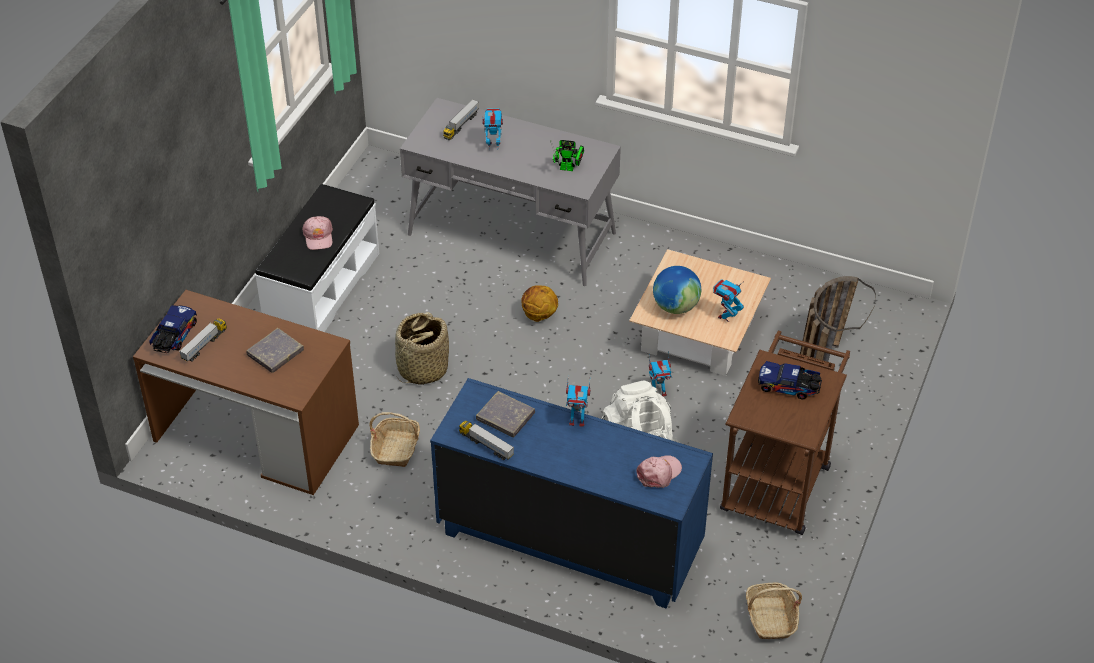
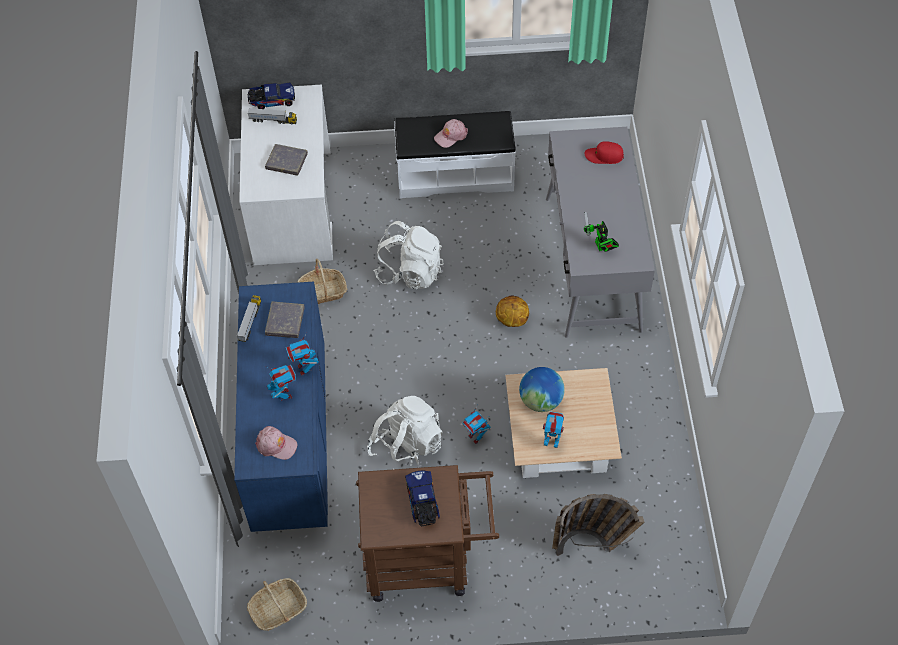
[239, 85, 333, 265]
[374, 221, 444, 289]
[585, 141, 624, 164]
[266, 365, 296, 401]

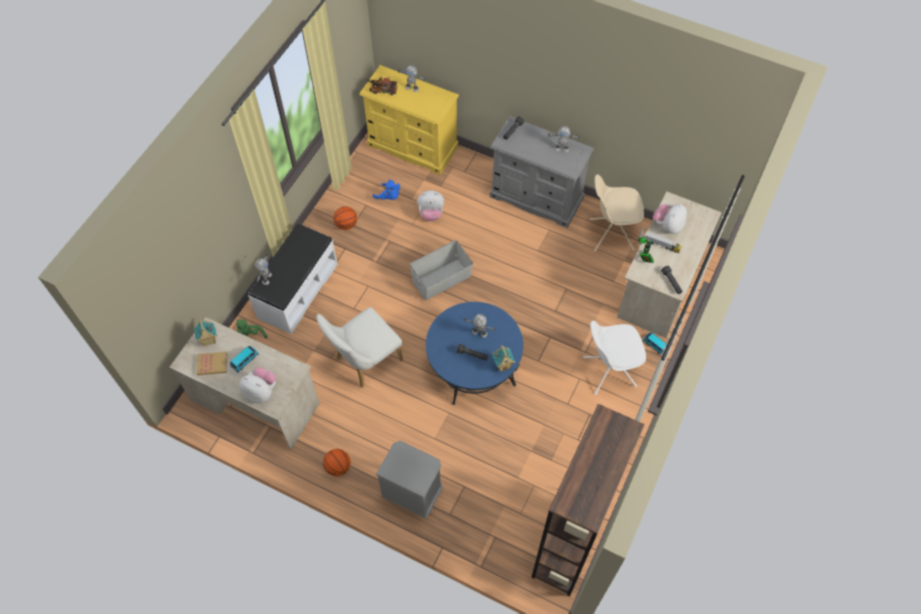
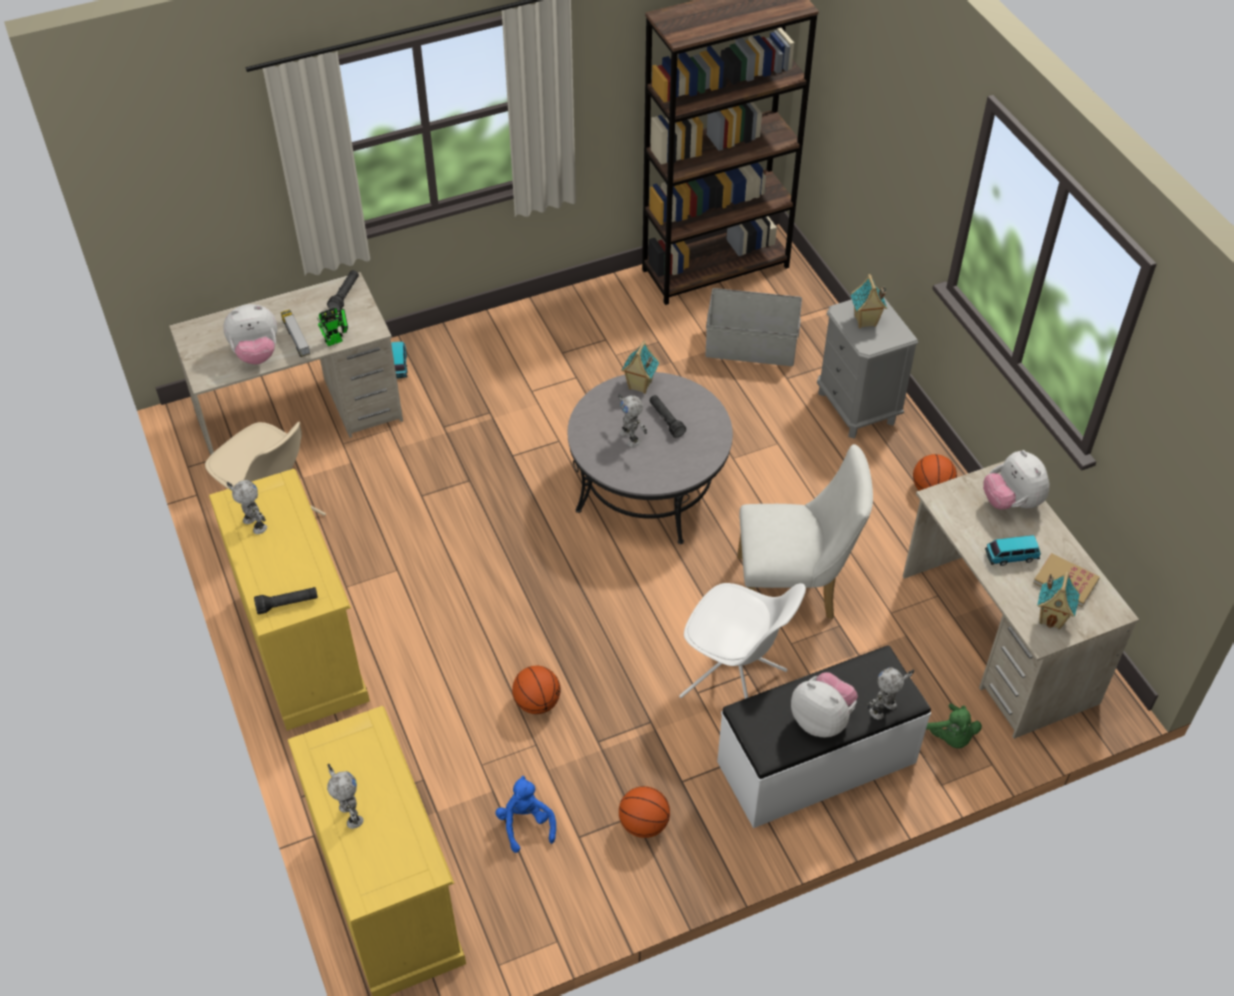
[366, 76, 397, 96] (first image)
[705, 288, 802, 366]
[791, 672, 858, 738]
[567, 372, 733, 544]
[209, 469, 370, 731]
[679, 583, 806, 699]
[512, 666, 561, 714]
[851, 274, 887, 328]

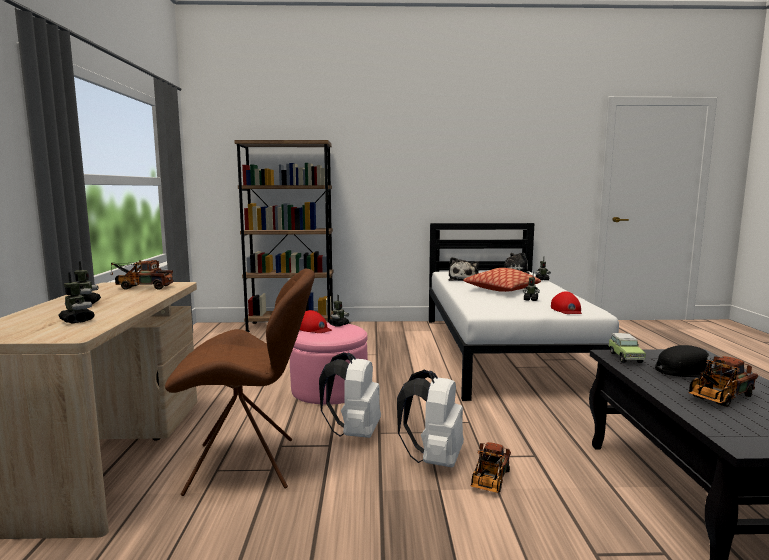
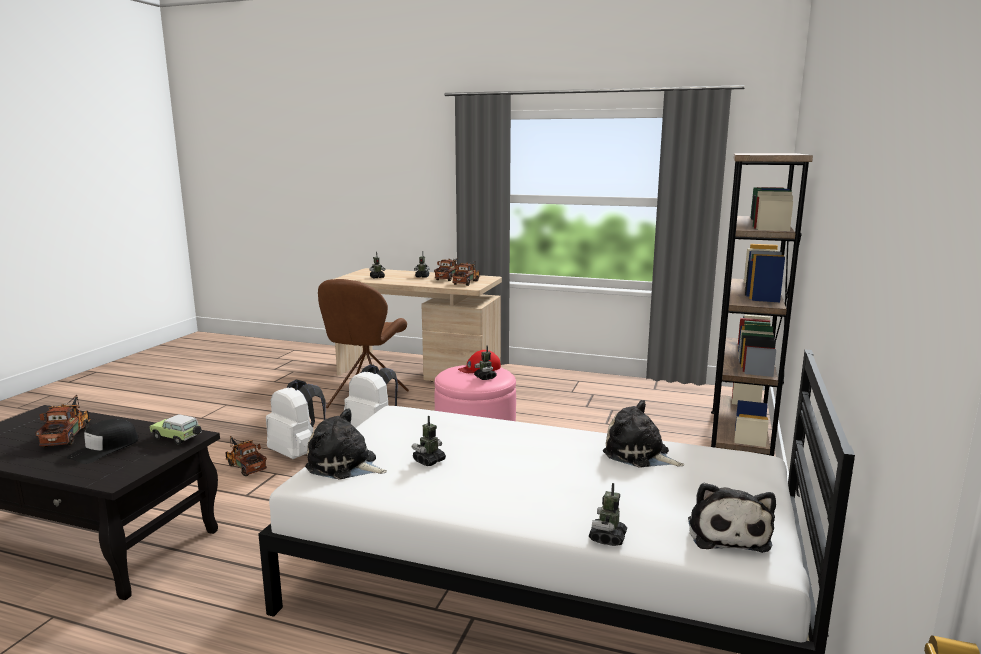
[463, 268, 541, 292] (first image)
[305, 408, 387, 480]
[434, 257, 458, 281]

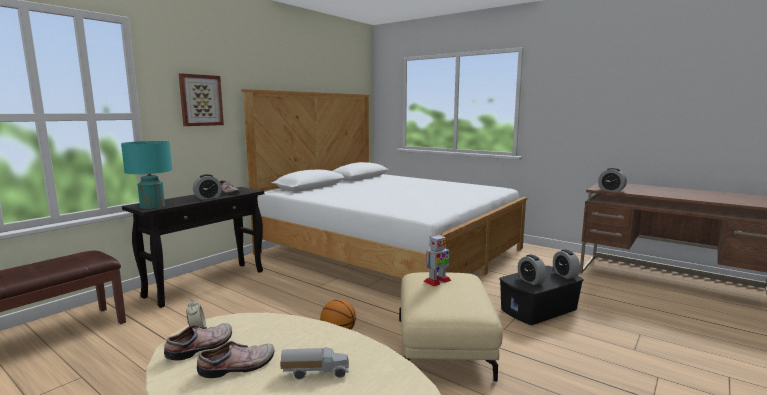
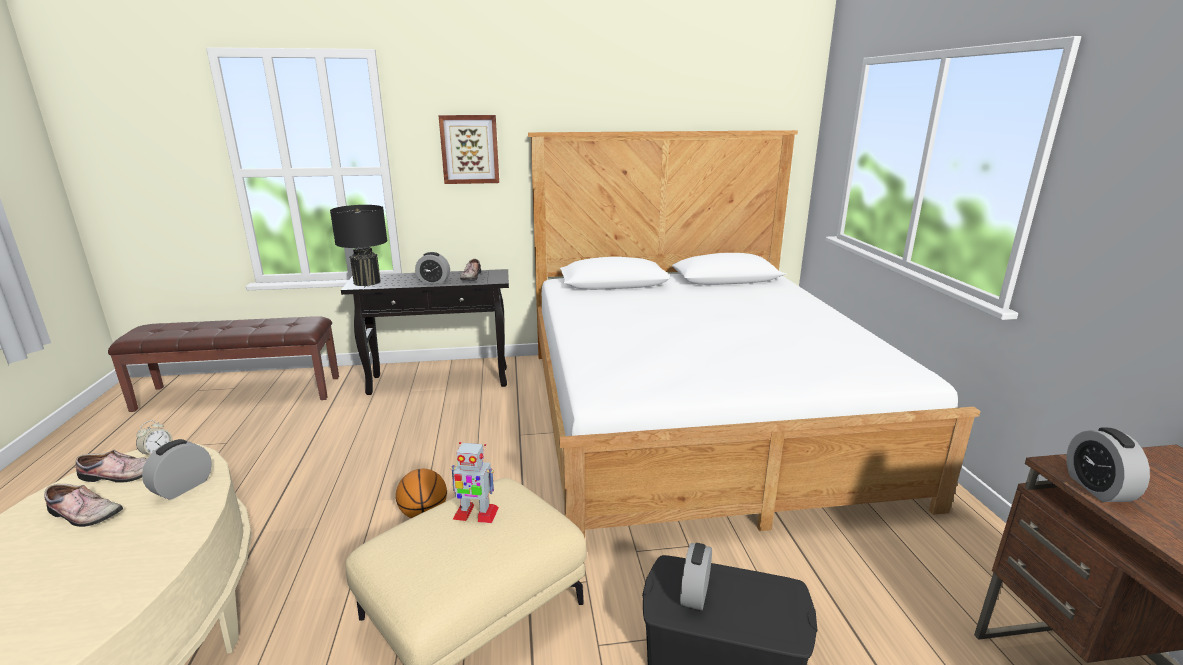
[330, 205, 387, 286]
[280, 347, 349, 379] (first image)
[142, 439, 212, 500]

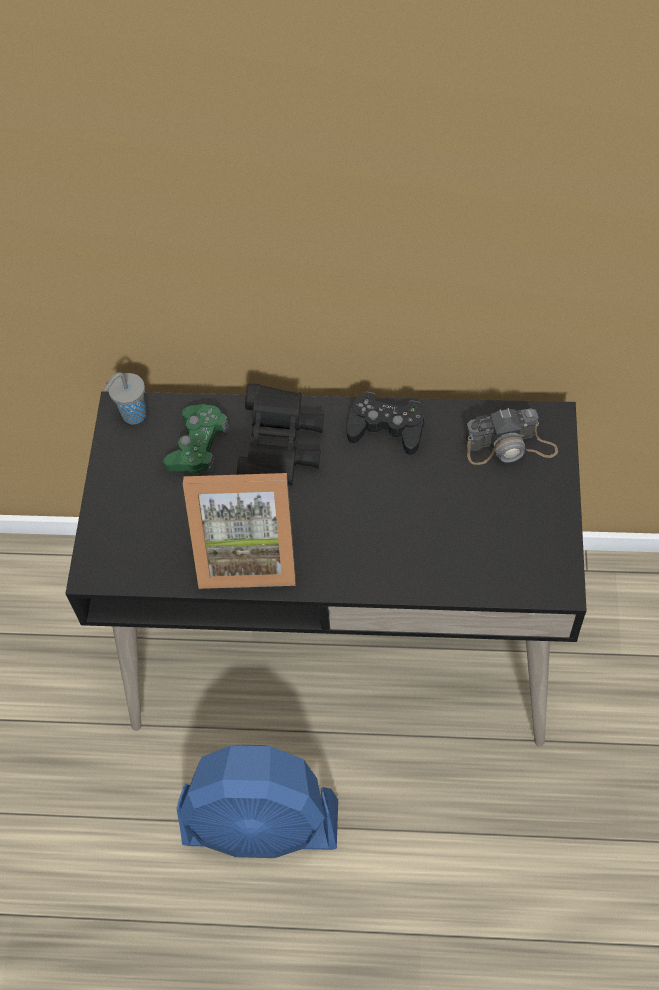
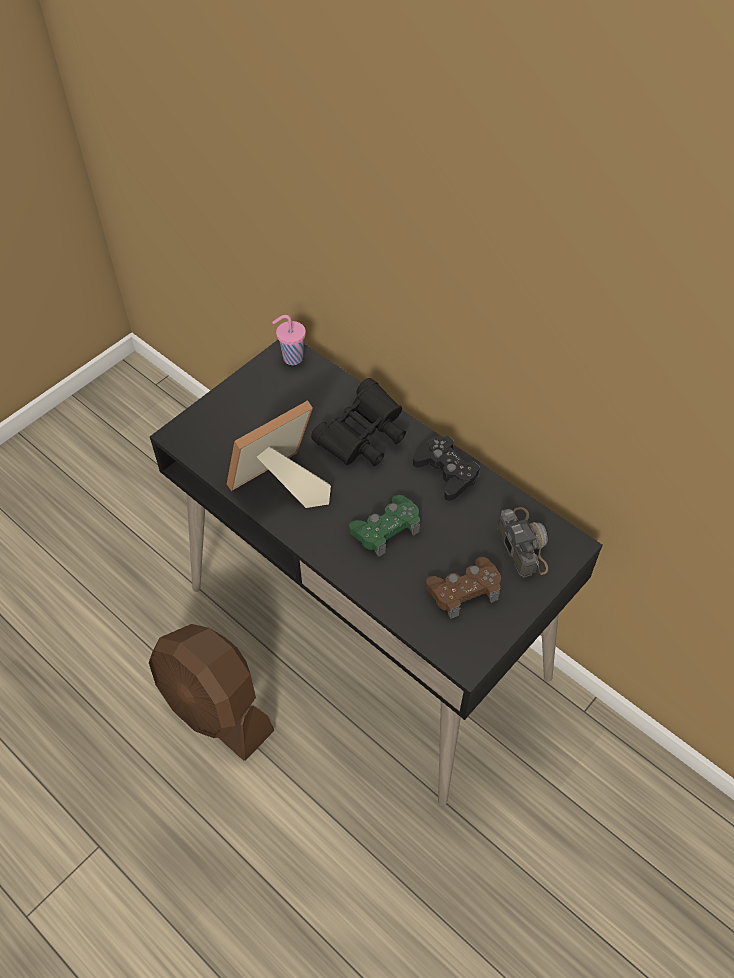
[272, 315, 306, 365]
[349, 495, 420, 557]
[149, 624, 274, 761]
[227, 400, 331, 508]
[497, 507, 548, 578]
[426, 557, 501, 619]

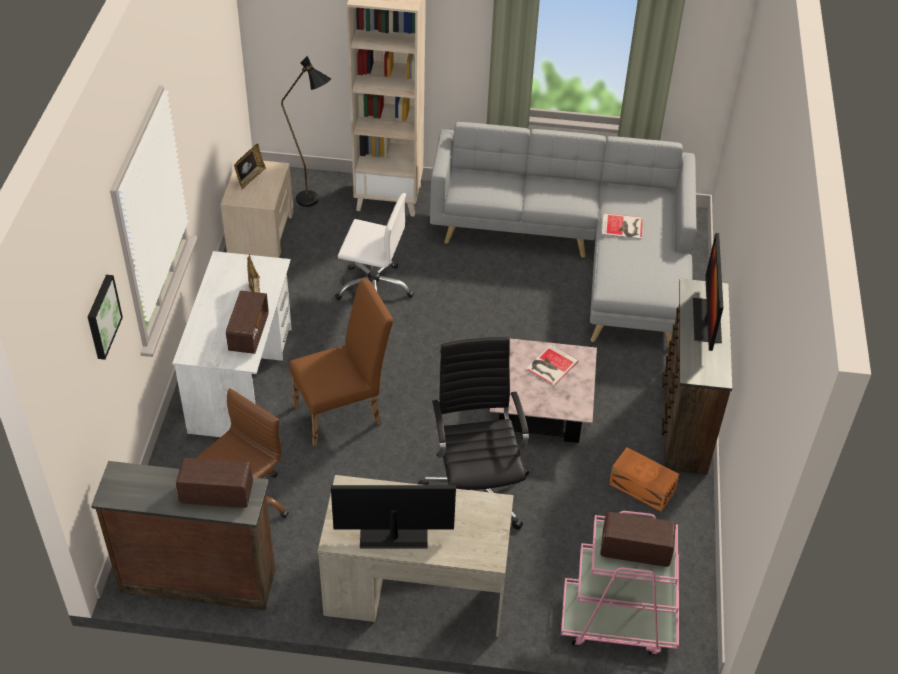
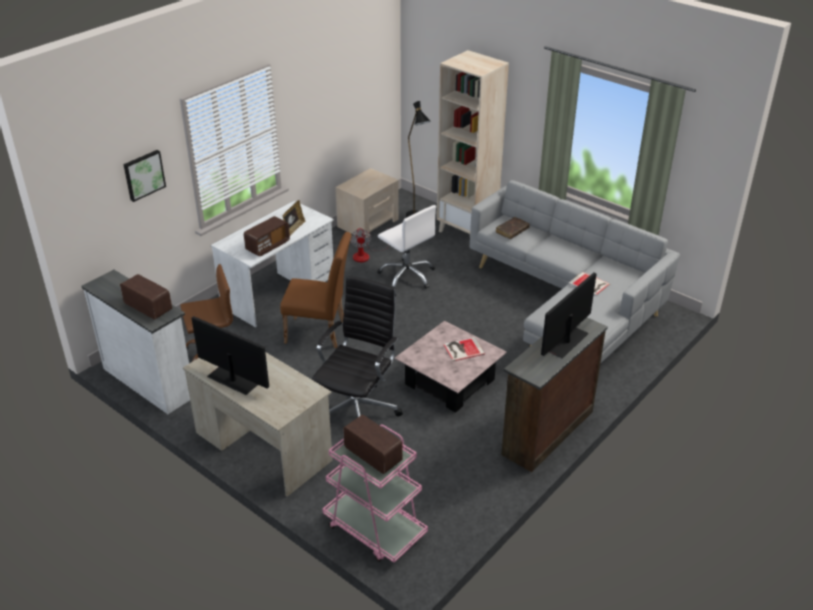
[81, 270, 190, 414]
[234, 143, 266, 190] (first image)
[609, 447, 679, 512] (first image)
[350, 228, 391, 262]
[496, 217, 530, 239]

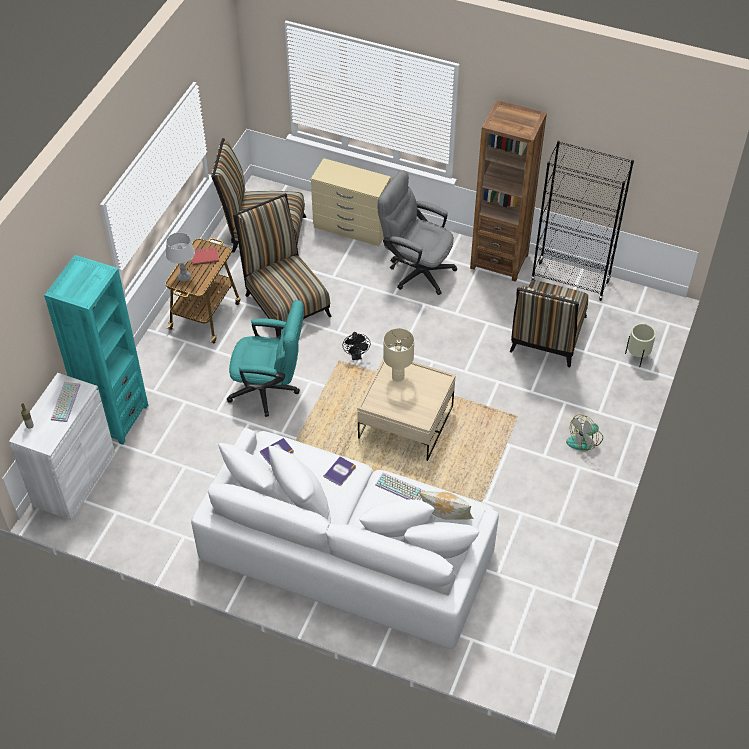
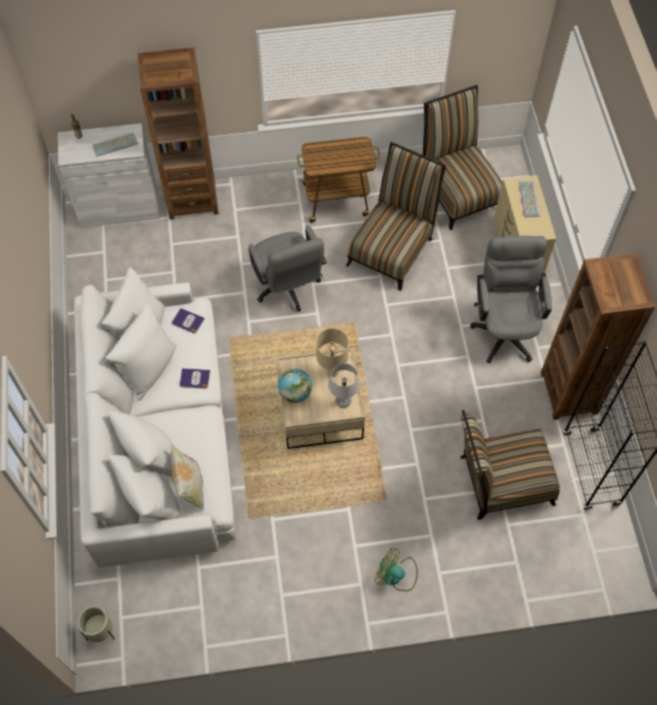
[138, 48, 219, 220]
[328, 363, 360, 408]
[192, 247, 219, 265] (first image)
[249, 225, 327, 312]
[343, 332, 371, 360] (first image)
[519, 181, 540, 217]
[78, 606, 115, 642]
[278, 369, 312, 403]

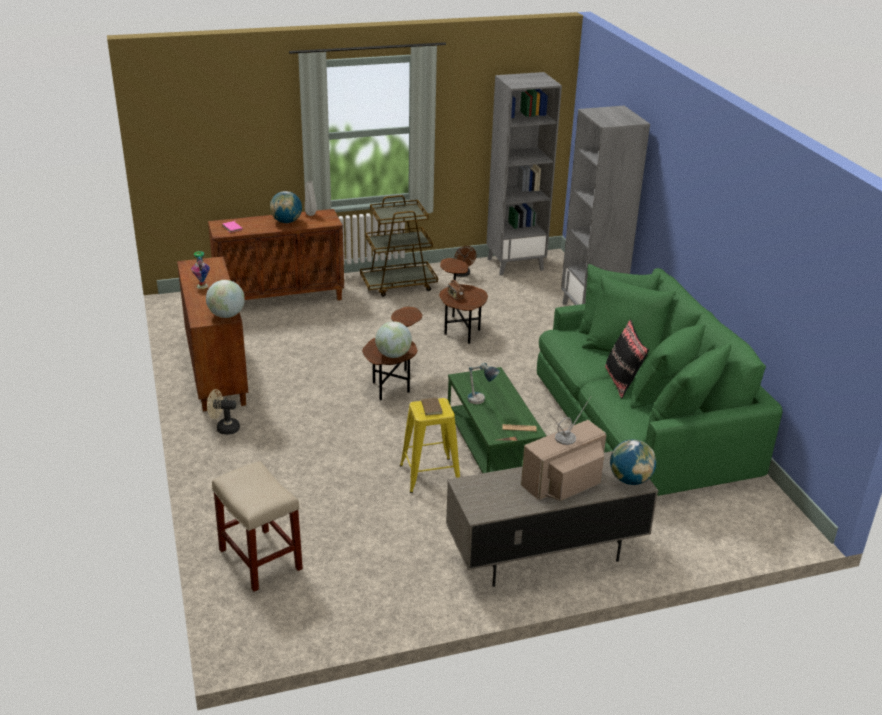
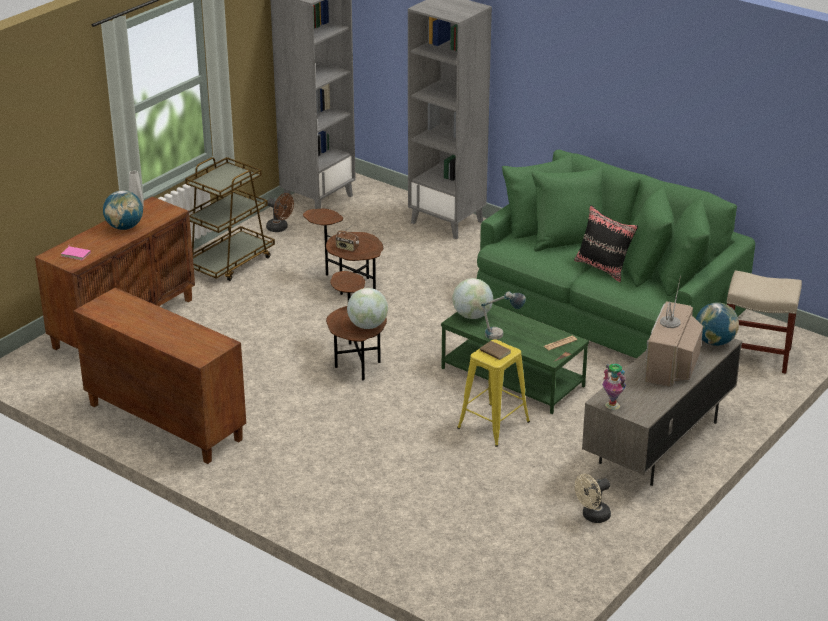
[602, 364, 626, 410]
[452, 278, 493, 319]
[575, 474, 611, 523]
[727, 270, 802, 374]

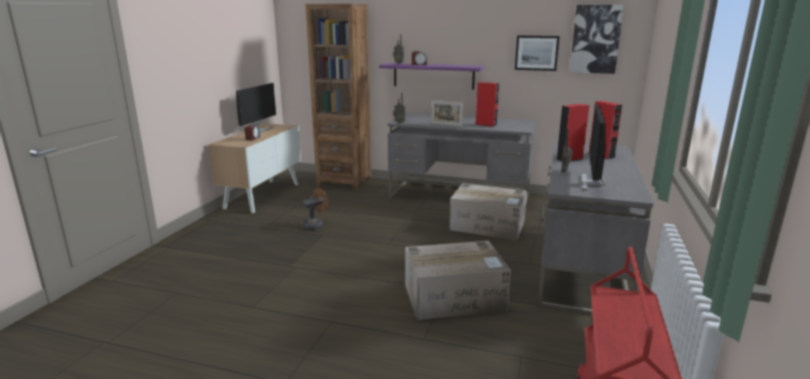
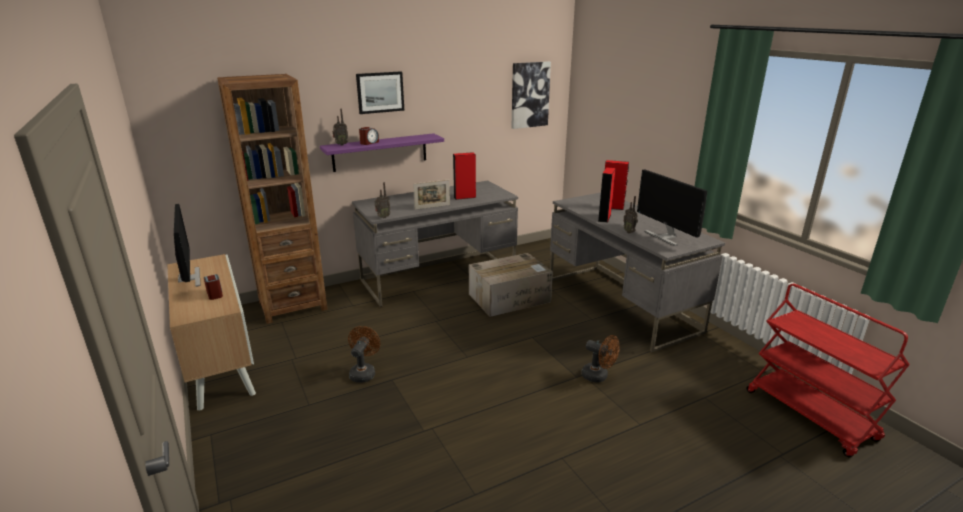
[582, 335, 620, 383]
[356, 71, 404, 114]

